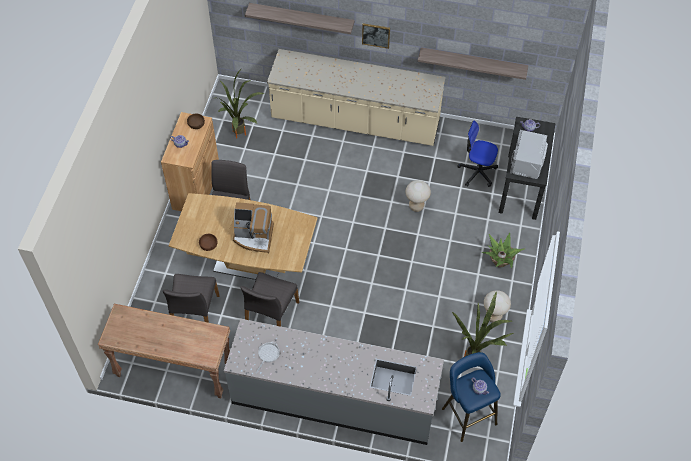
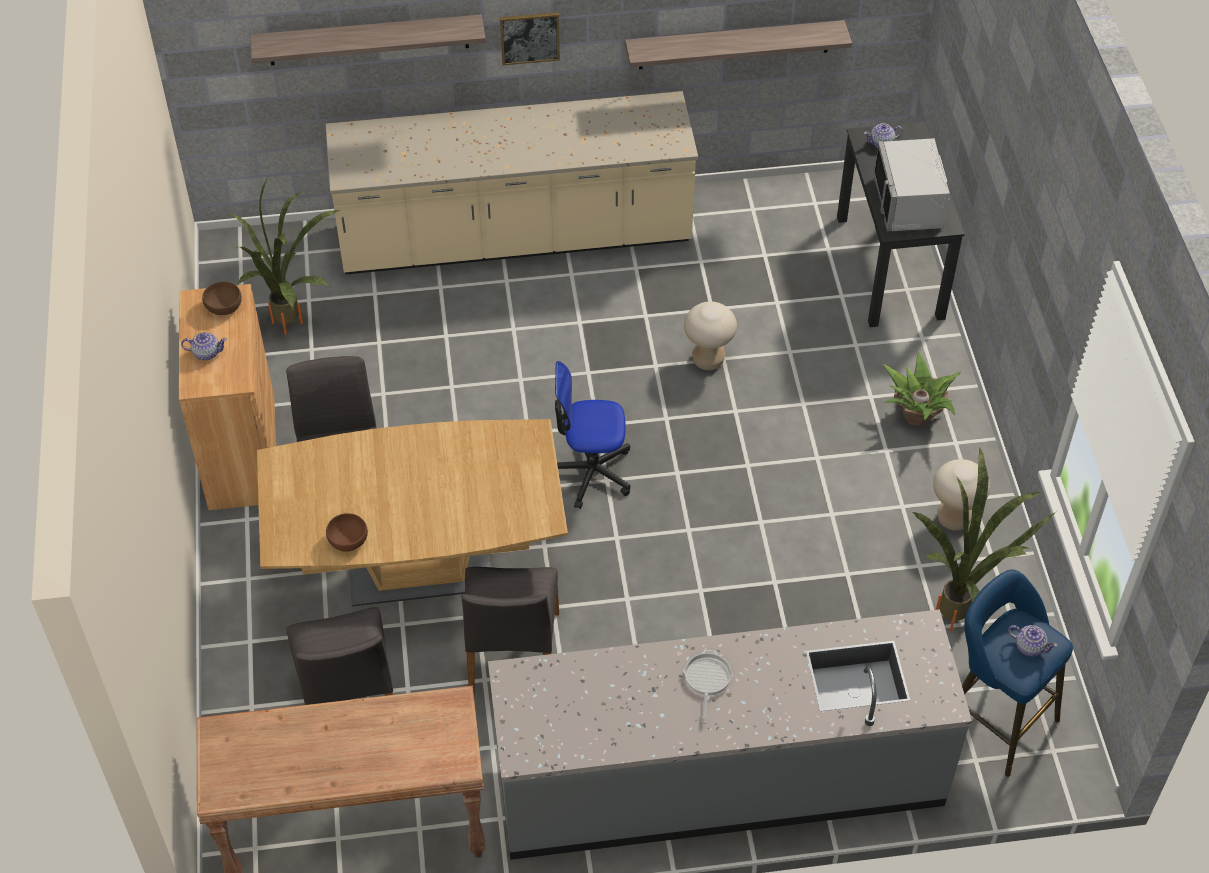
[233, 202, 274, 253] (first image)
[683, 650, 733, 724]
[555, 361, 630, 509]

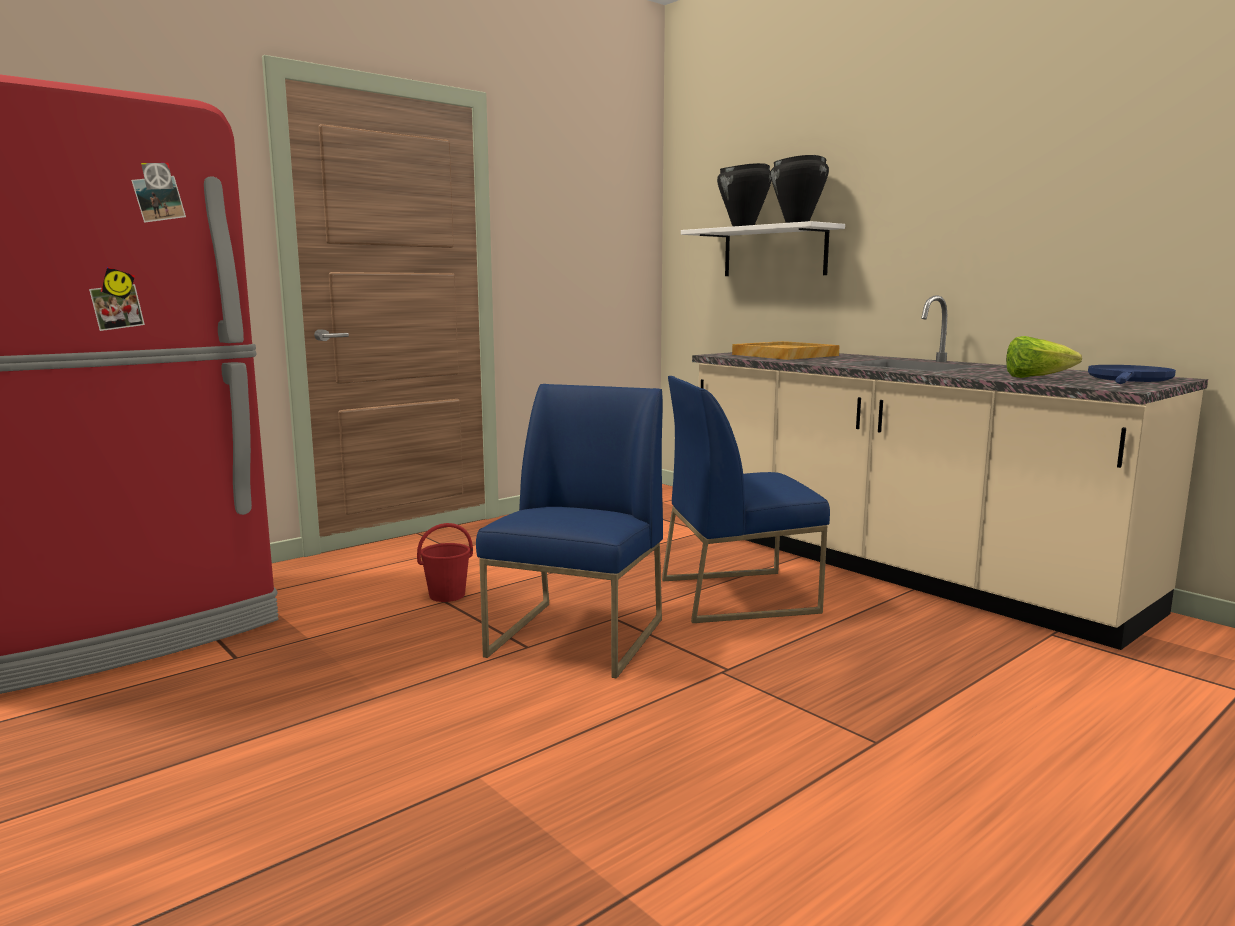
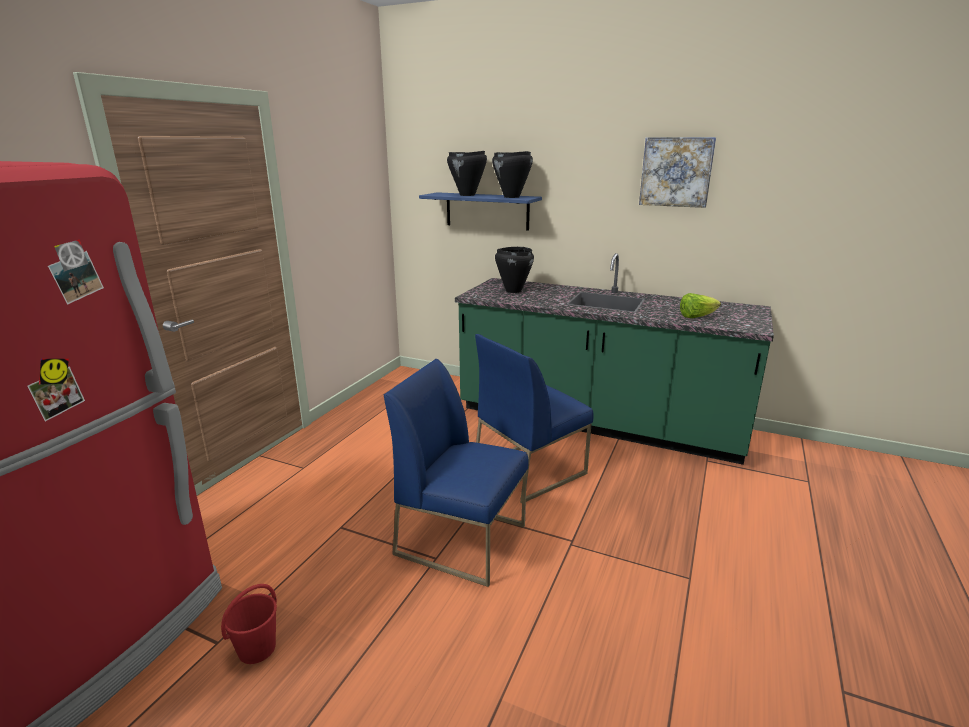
[221, 584, 277, 664]
[384, 359, 529, 587]
[419, 192, 542, 231]
[455, 253, 774, 465]
[495, 247, 534, 293]
[1088, 365, 1176, 384] (first image)
[639, 137, 716, 208]

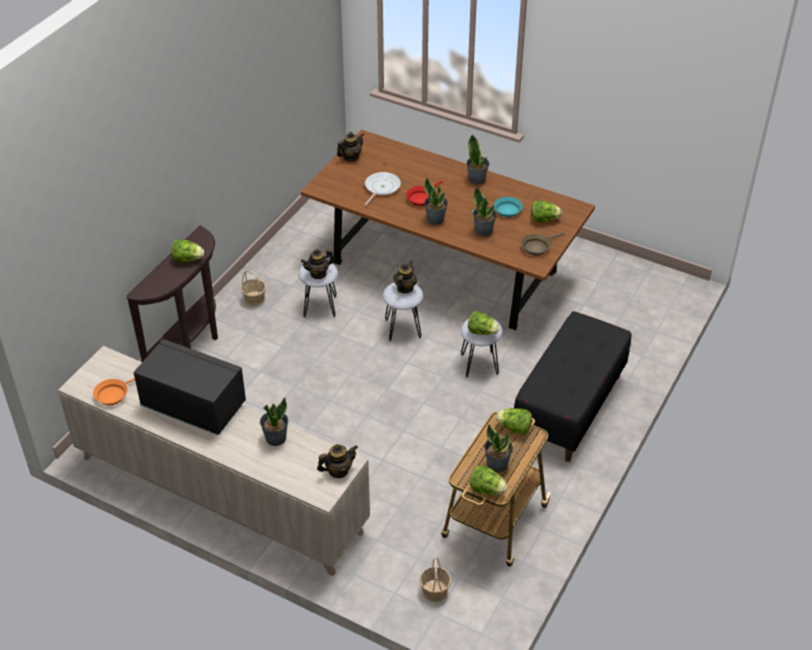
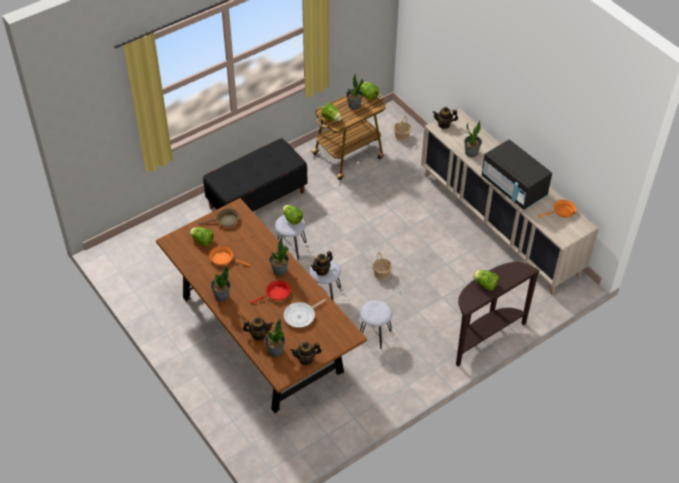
[372, 252, 393, 280]
[243, 317, 273, 340]
[210, 246, 250, 266]
[264, 319, 285, 357]

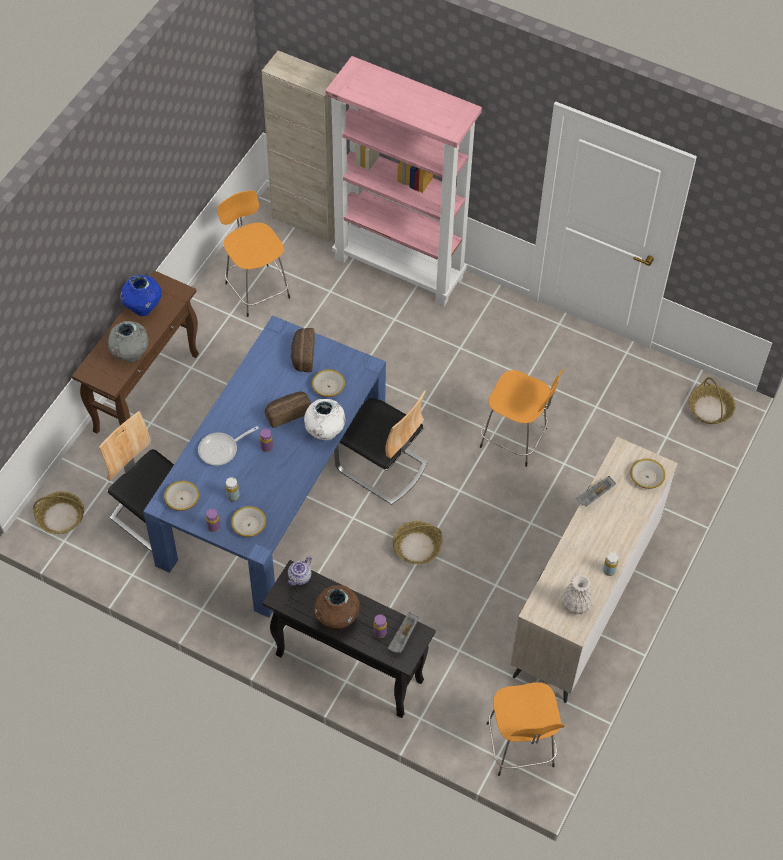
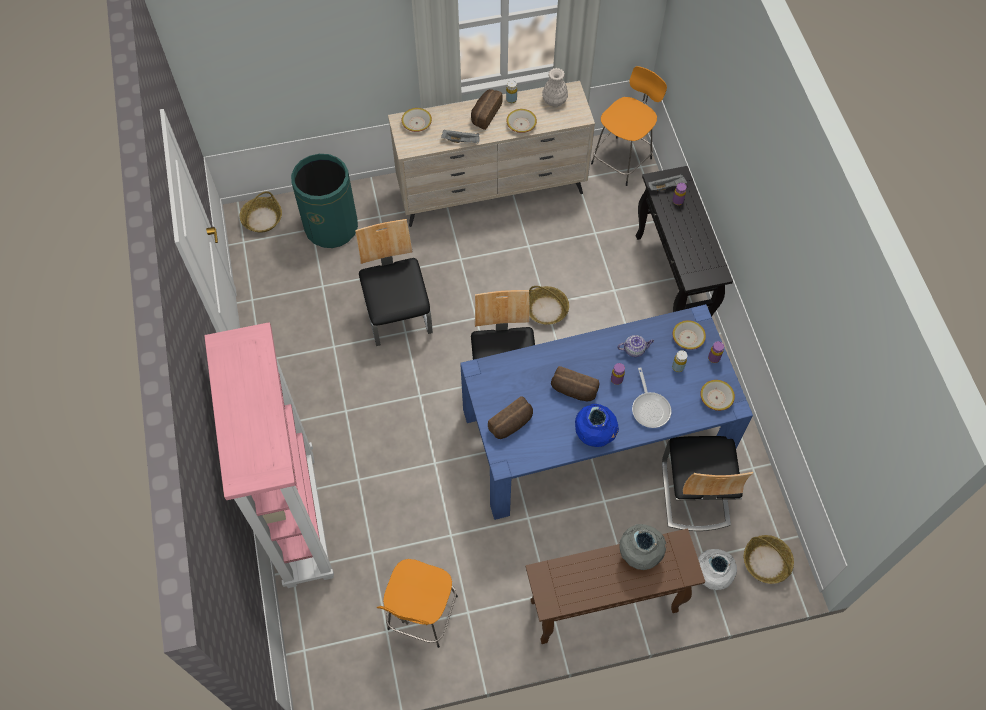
[575, 404, 619, 447]
[632, 367, 671, 428]
[262, 50, 337, 242] (first image)
[617, 335, 654, 357]
[698, 549, 737, 590]
[506, 109, 537, 133]
[314, 585, 360, 629] (first image)
[355, 219, 433, 346]
[291, 154, 358, 248]
[471, 89, 502, 130]

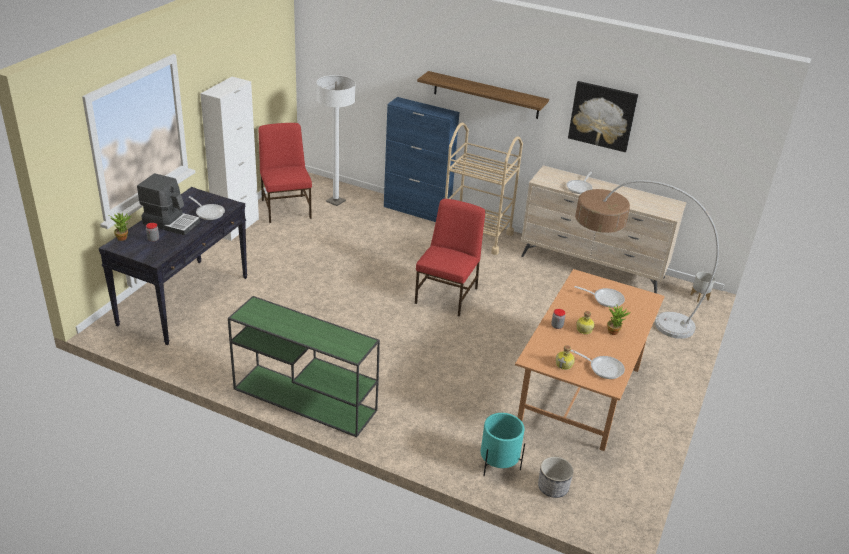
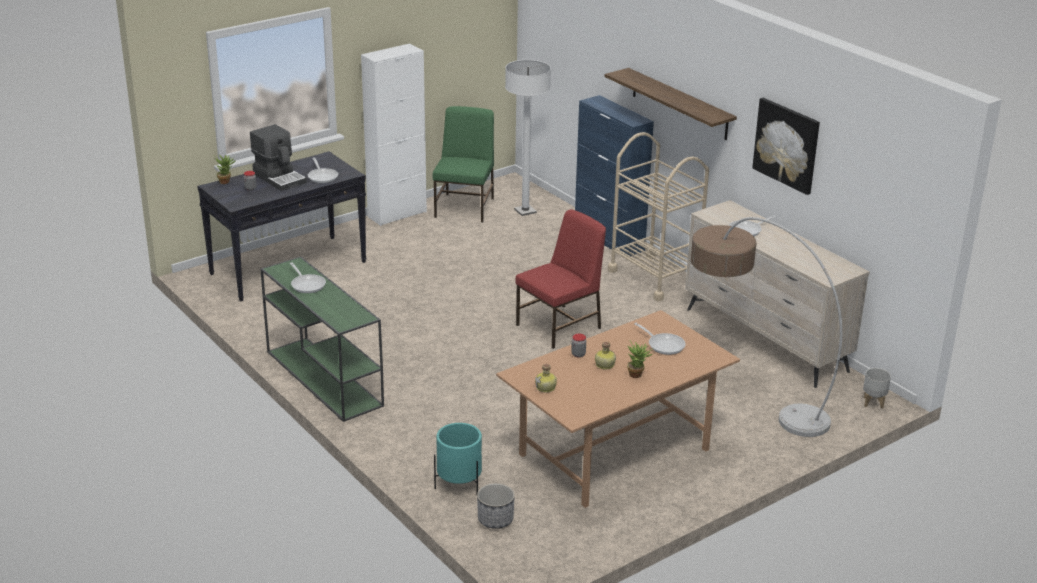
[433, 106, 494, 222]
[290, 263, 326, 293]

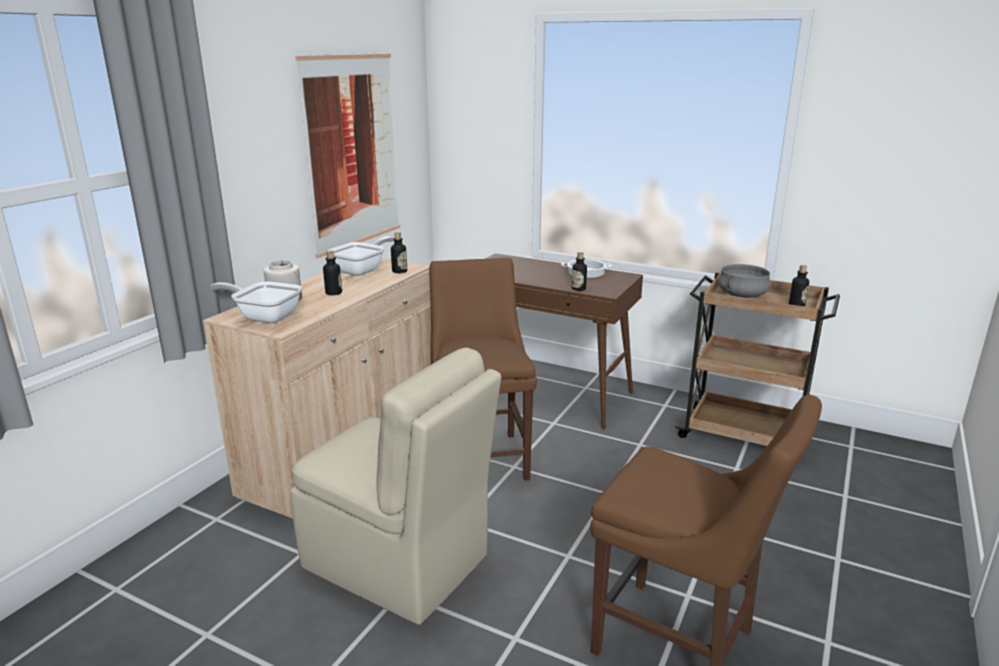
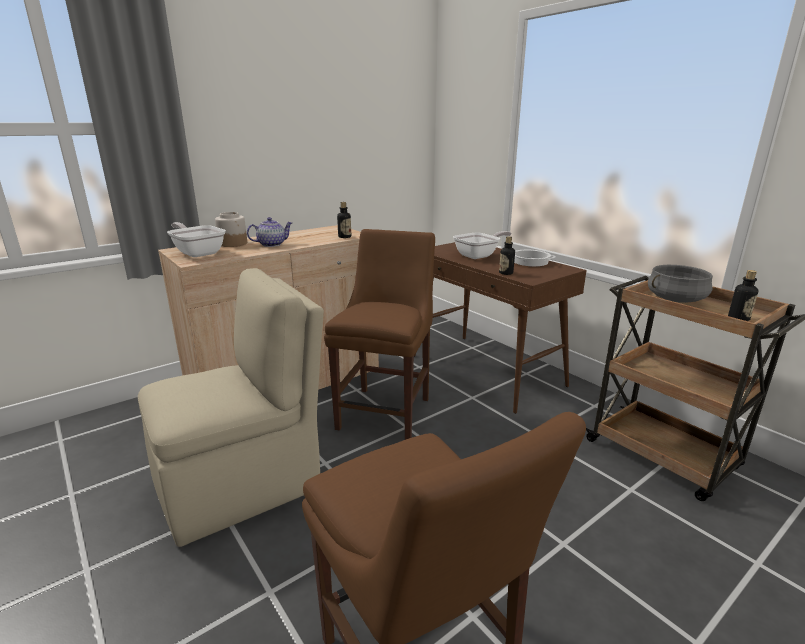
[138, 268, 324, 547]
[295, 53, 400, 258] (first image)
[247, 217, 292, 247]
[453, 231, 511, 259]

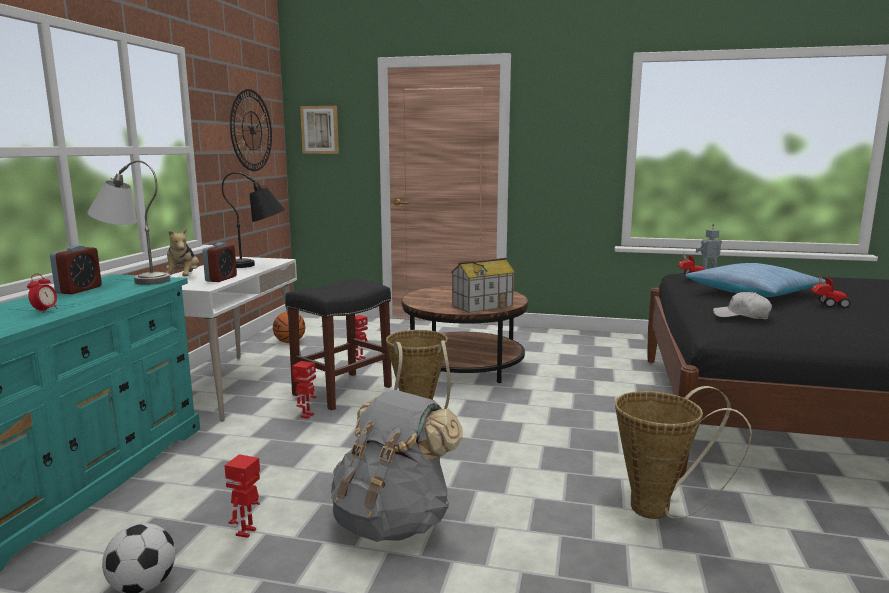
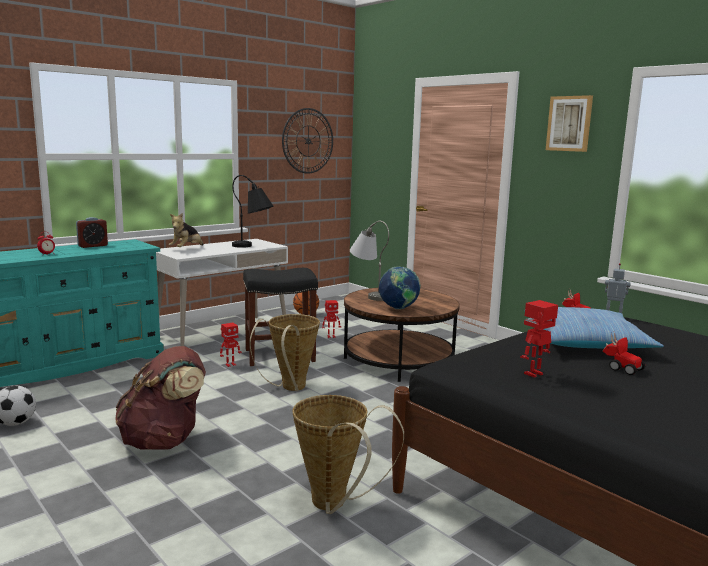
[350, 221, 389, 301]
[203, 242, 237, 282] (first image)
[520, 300, 558, 378]
[546, 95, 593, 152]
[115, 346, 206, 450]
[379, 266, 421, 310]
[713, 292, 772, 319] (first image)

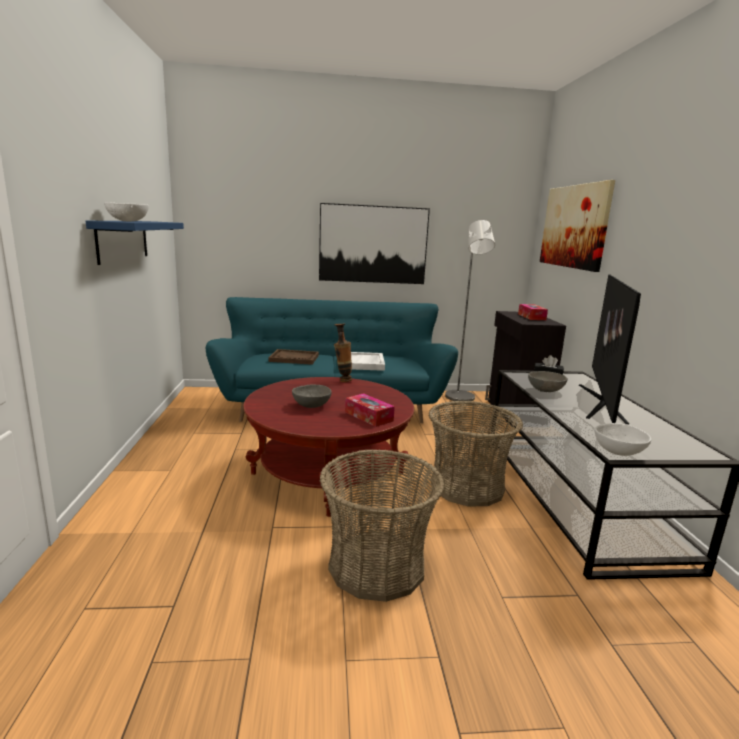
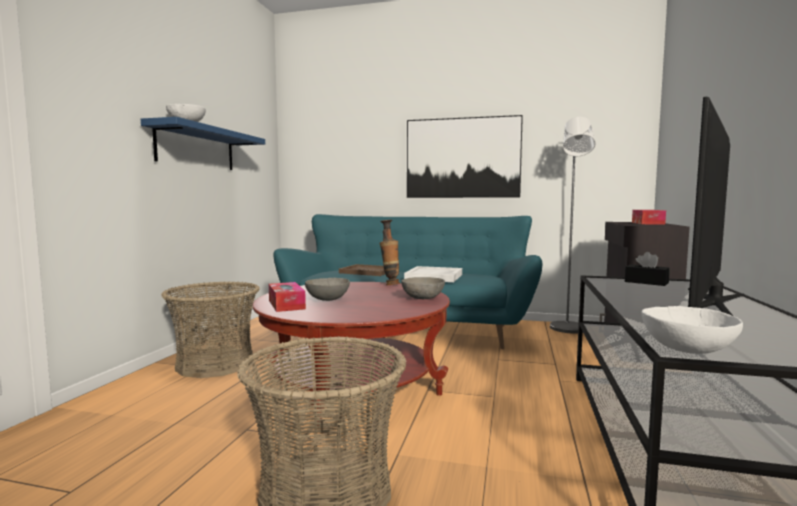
[269, 282, 306, 312]
[161, 281, 260, 378]
[401, 277, 445, 299]
[540, 180, 615, 272] (first image)

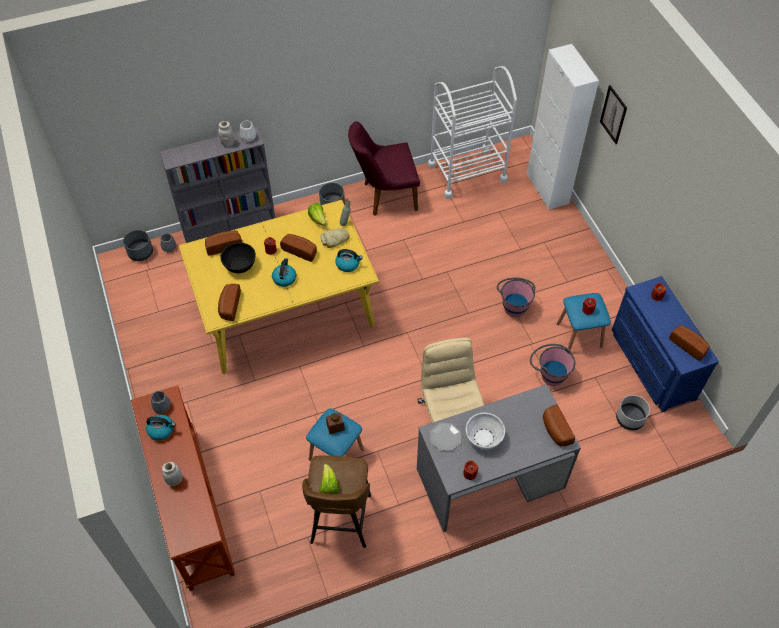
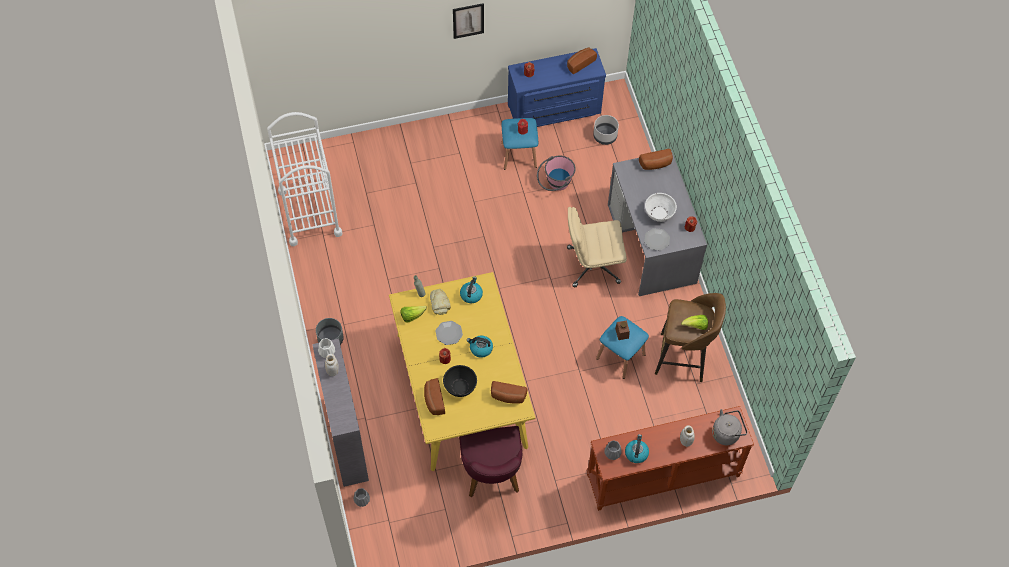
[123, 230, 153, 261] (first image)
[436, 321, 463, 345]
[459, 426, 522, 498]
[497, 278, 535, 317] (first image)
[527, 44, 599, 210] (first image)
[453, 3, 484, 39]
[712, 409, 747, 445]

